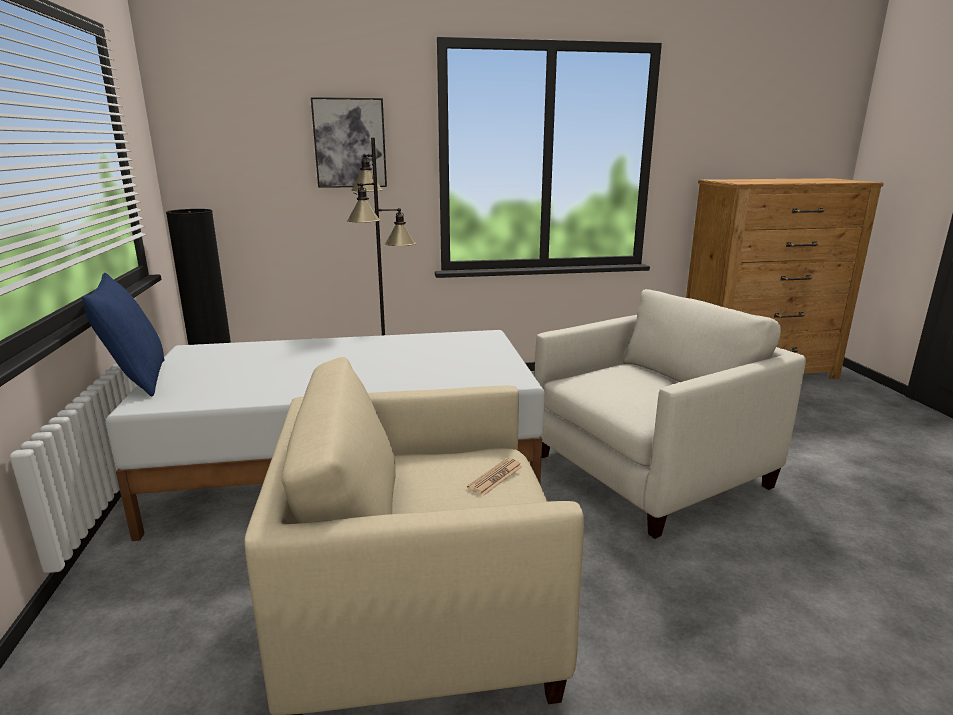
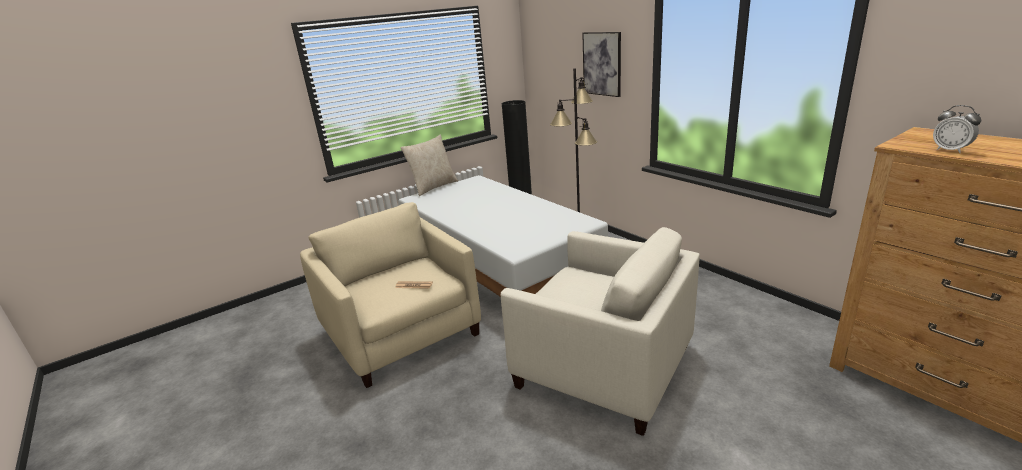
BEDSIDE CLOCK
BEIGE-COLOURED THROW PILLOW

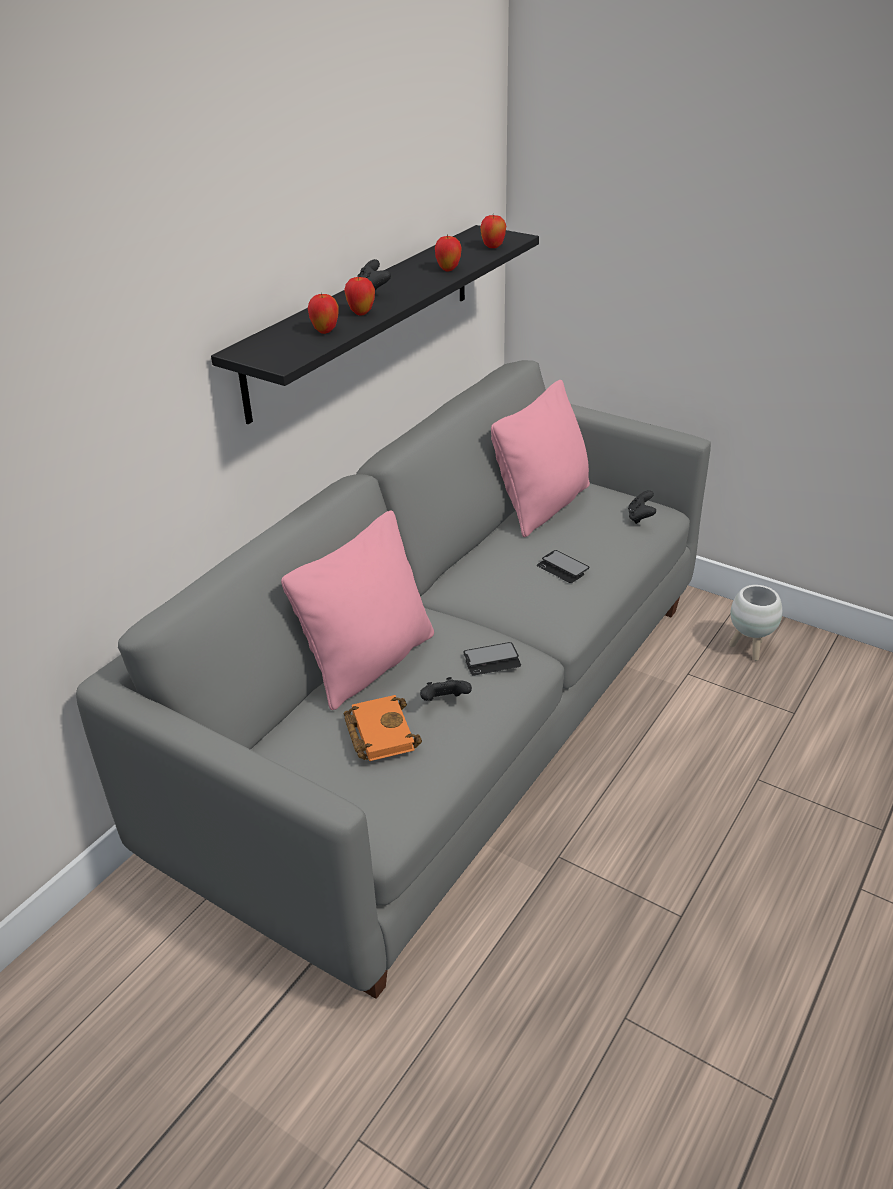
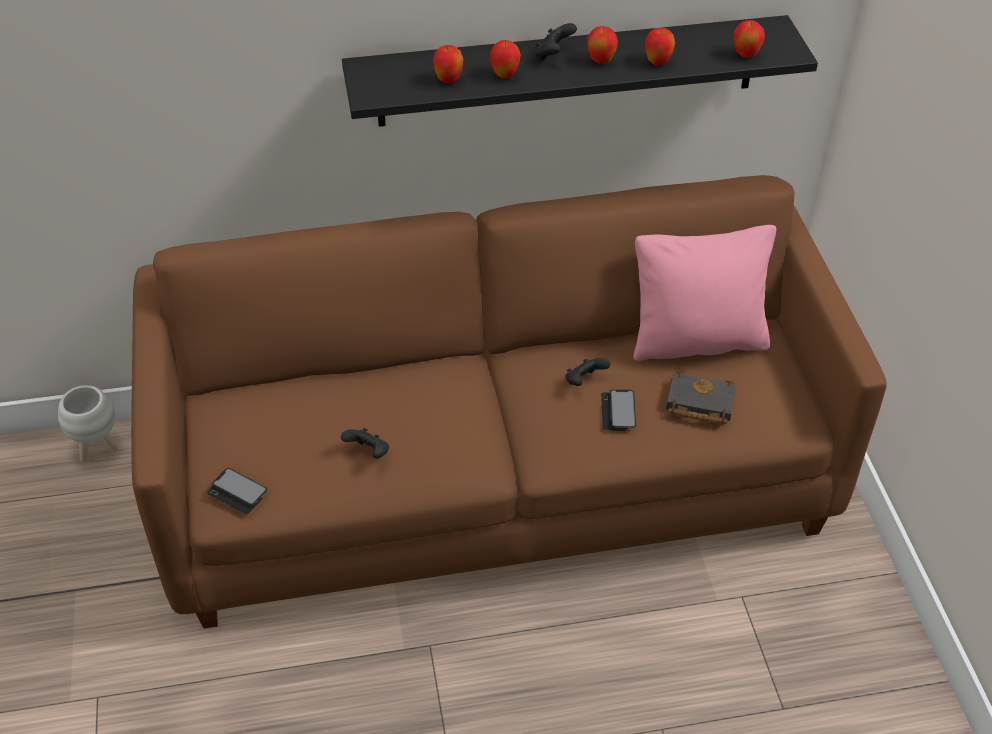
PINK-COLOURED THROW PILLOW (1st from left in the first image)
ORANGE BOUND BOOK
APPLE (3rd from left)
BLACK-COLOURED BOUND BOOK
TELEPHONE (1st from left)
BLACK-COLOURED GAMEPAD (3rd from left)
WHITISH FLOWER POT
BROWN-COLOURED SOFA

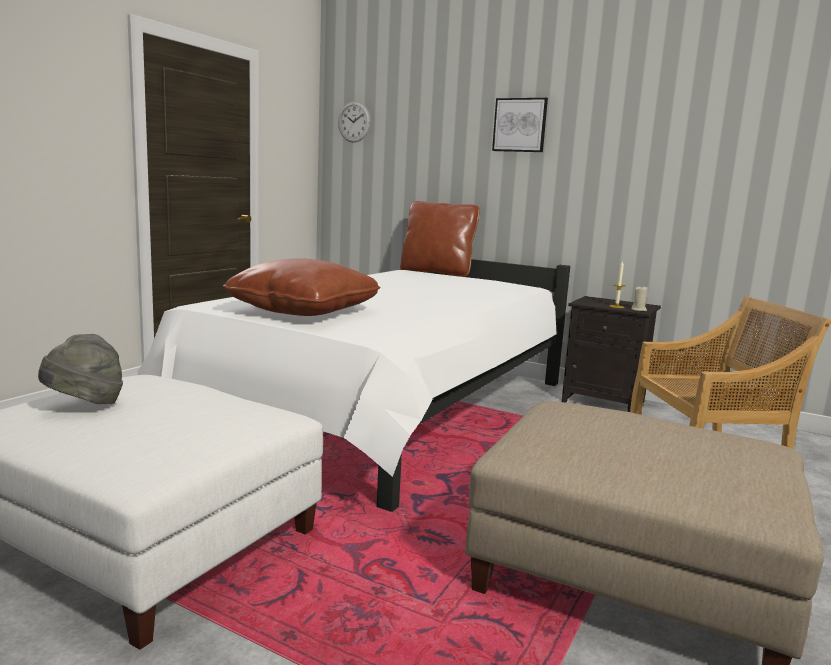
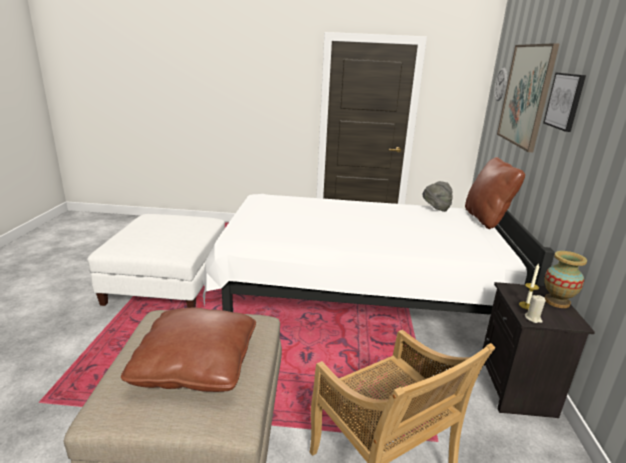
PICTURE (1st from left)
DECORATIVE VASE
GREY CLOTHING HAT
BROWN-COLOURED THROW PILLOW (1st from left)

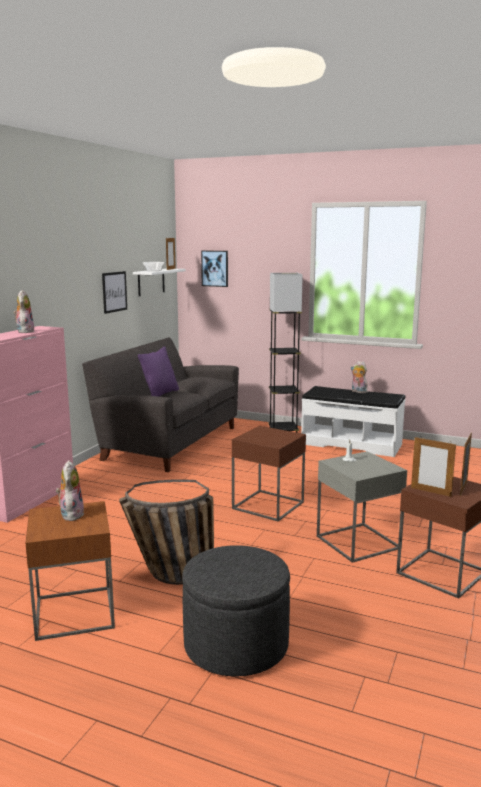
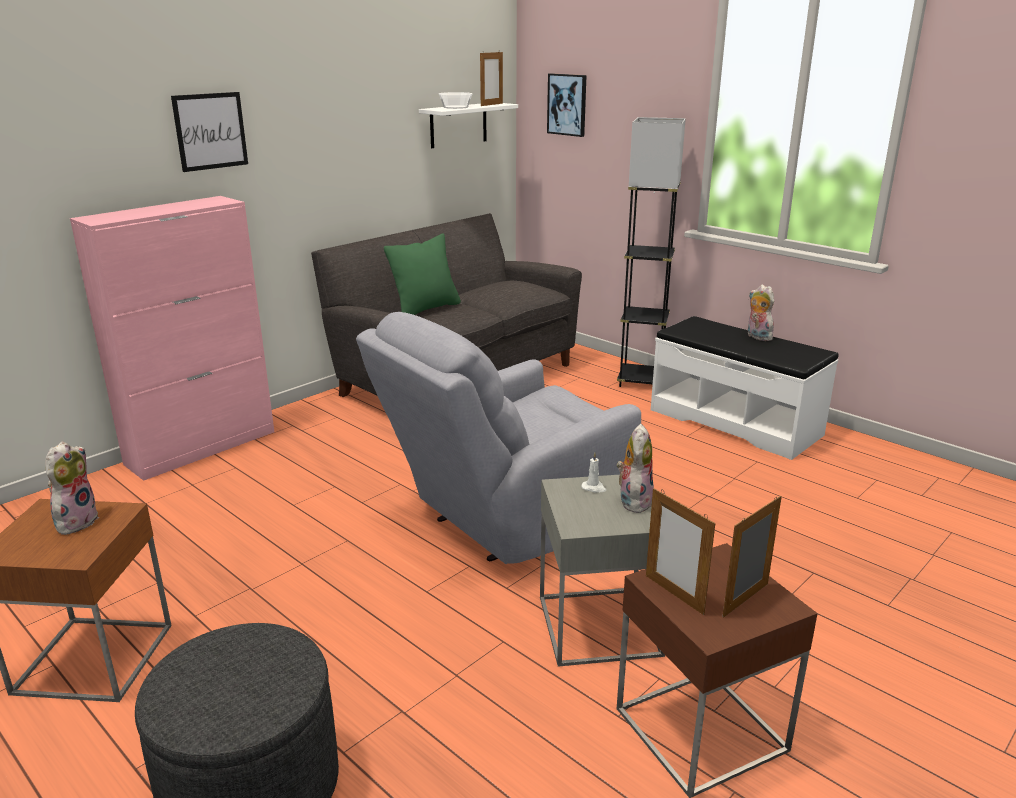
STORAGE BASKET
SOFT TOY (2nd from left)
PICTURE (1st from left)
GREY ARMCHAIR
GREENISH THROW PILLOW

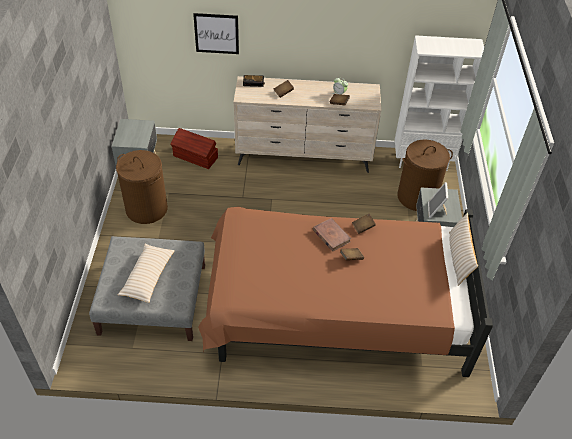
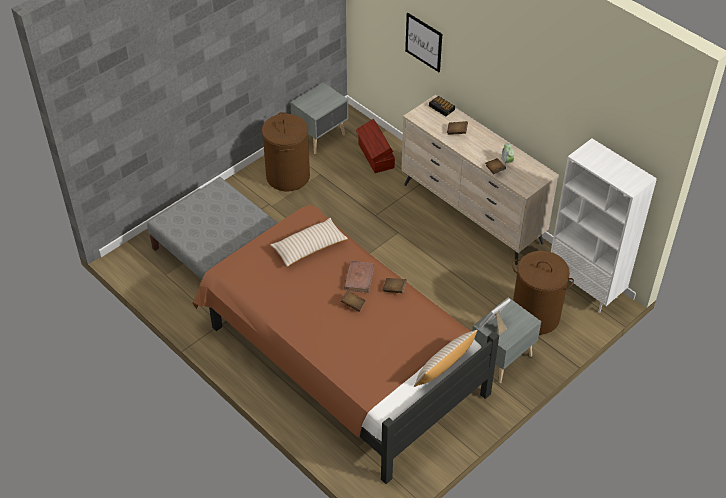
BEIGE-COLOURED THROW PILLOW (1st from left)

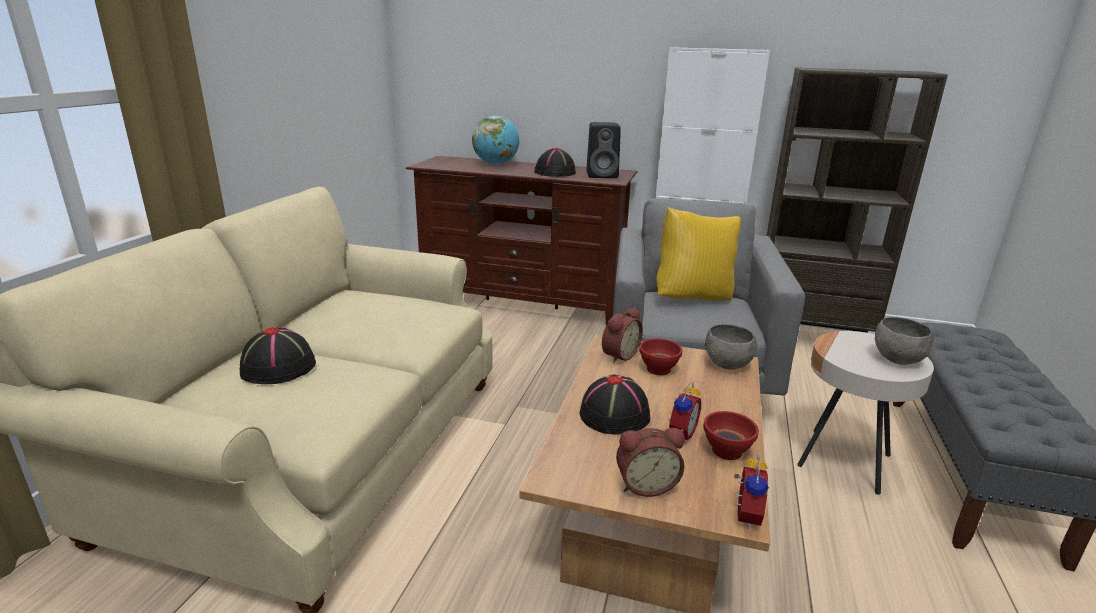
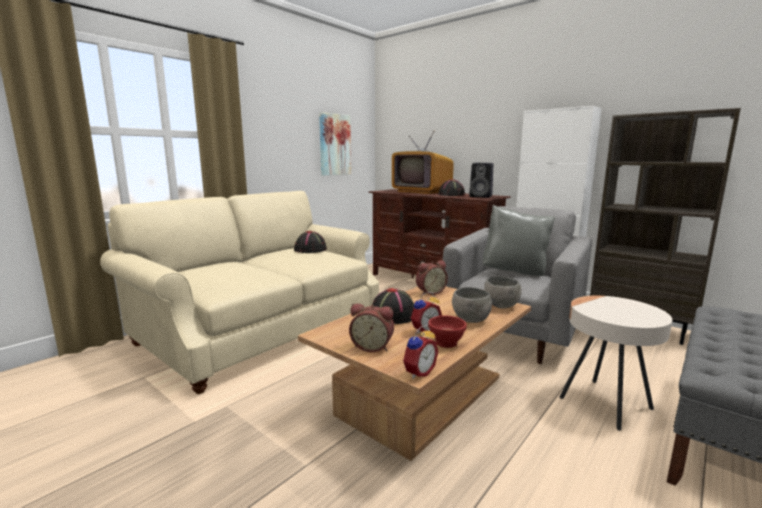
RED-COLOURED DEEP DISH (1st from left in the first image)
PICTURE
BLACK-COLOURED CLOTHING HAT (1st from left)
GREY DEEP DISH (1st from left)
TV SET
GREY THROW PILLOW

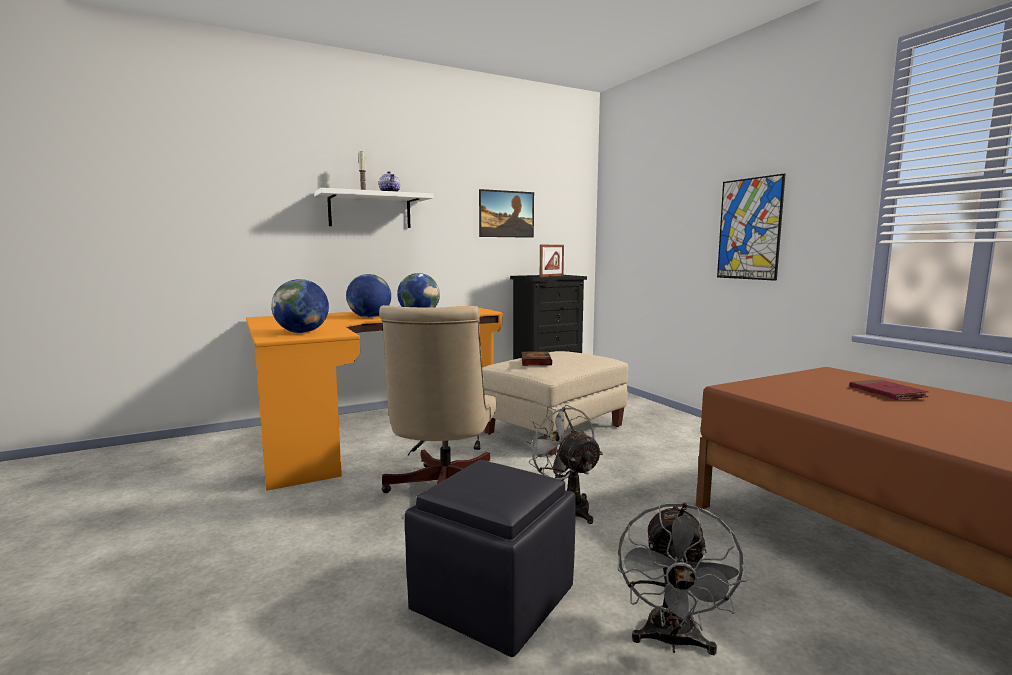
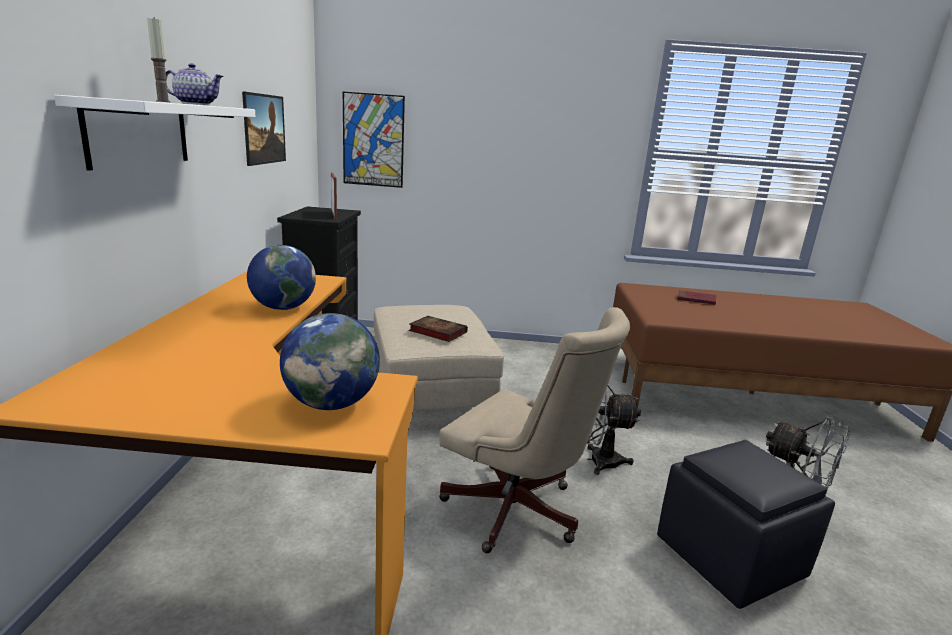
DESK GLOBE (2nd from left in the first image)
PICTURE (2nd from left)

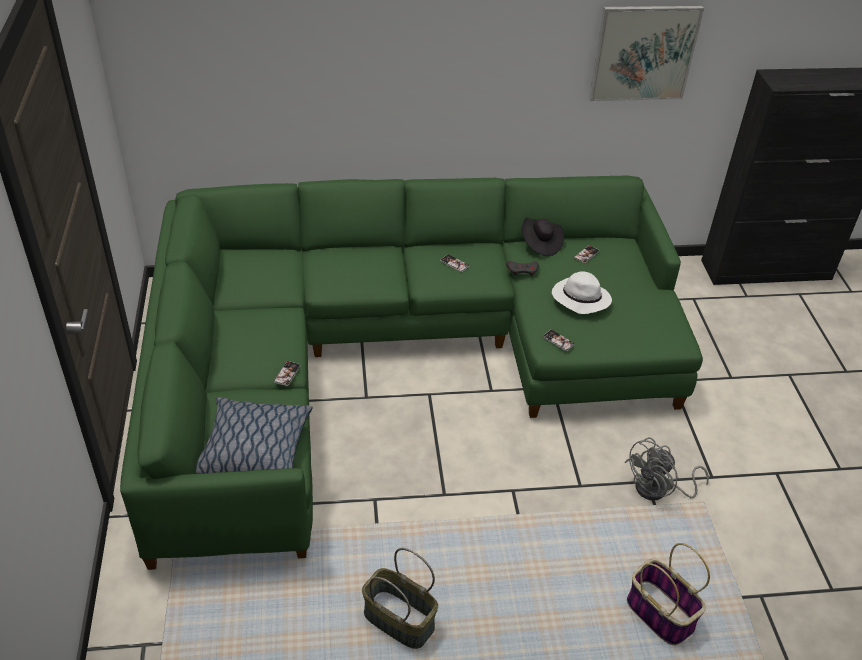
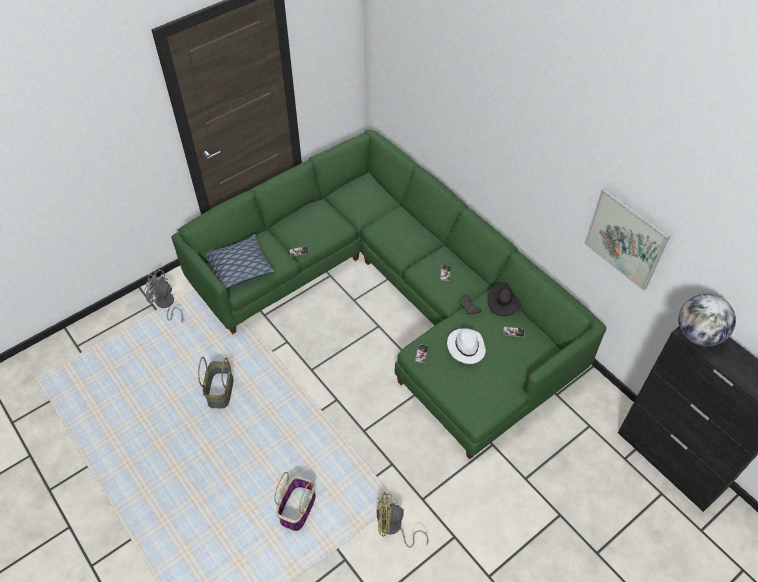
YELLOW FAN
DESK GLOBE
GREY FAN

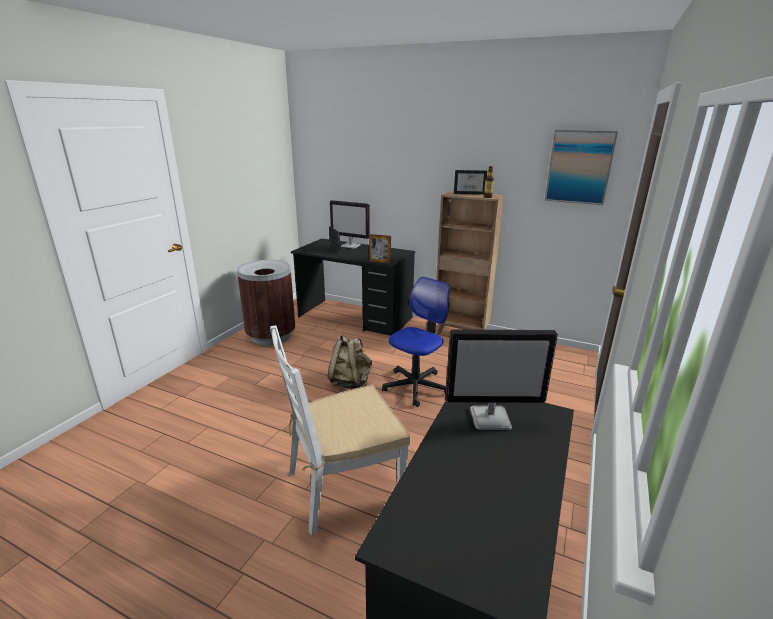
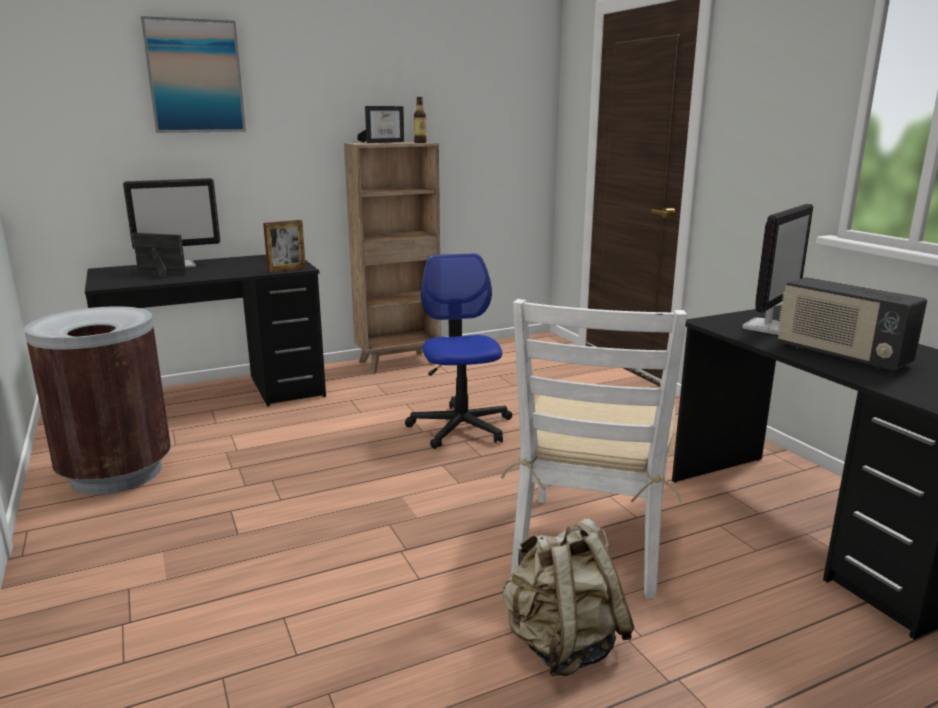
RADIO RECEIVER
BEIGE-COLOURED KNAPSACK
PICTURE

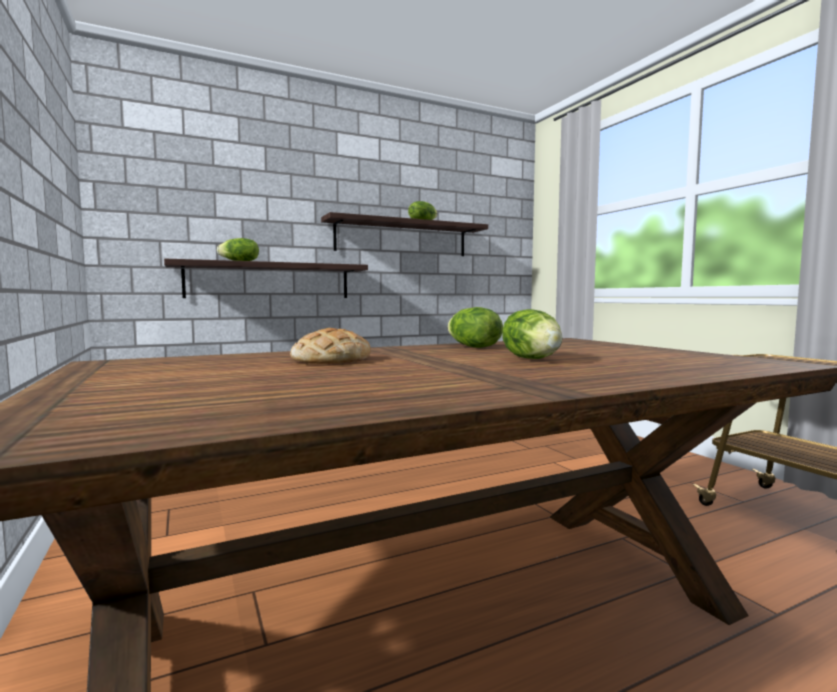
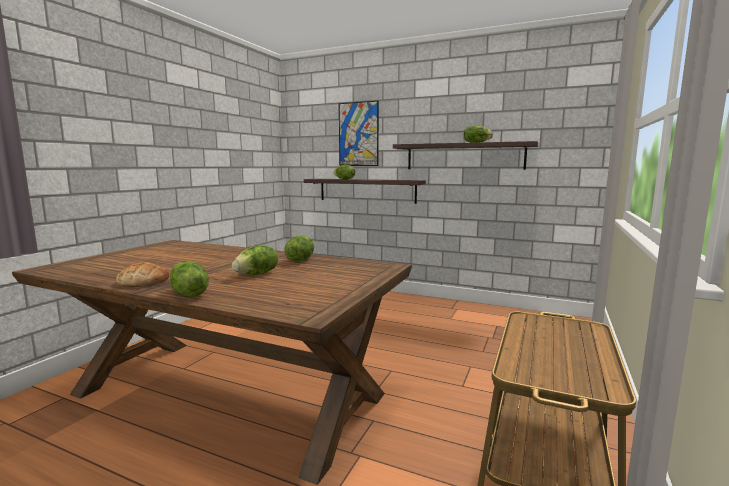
HEAD OF LETTUCE (1st from left)
PICTURE
BAKED BREAD

